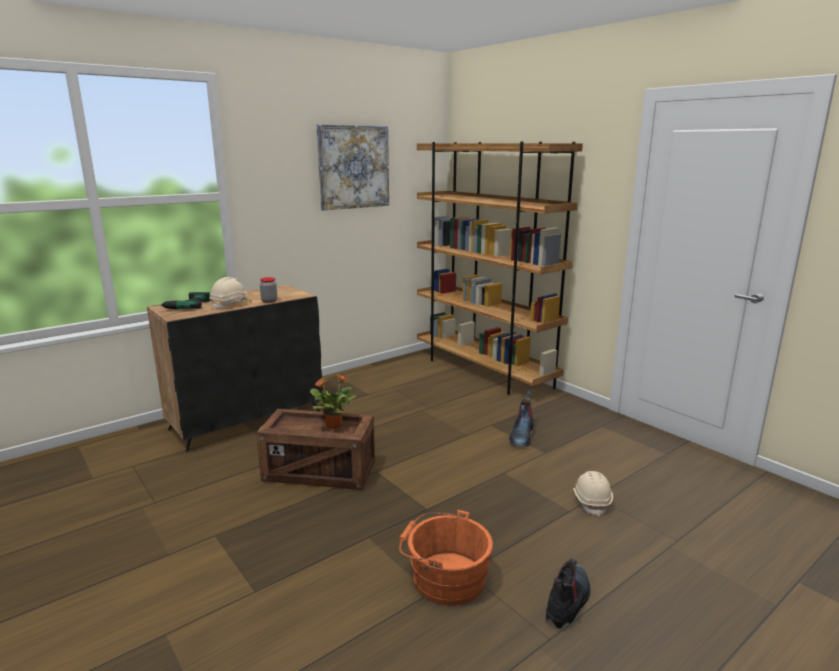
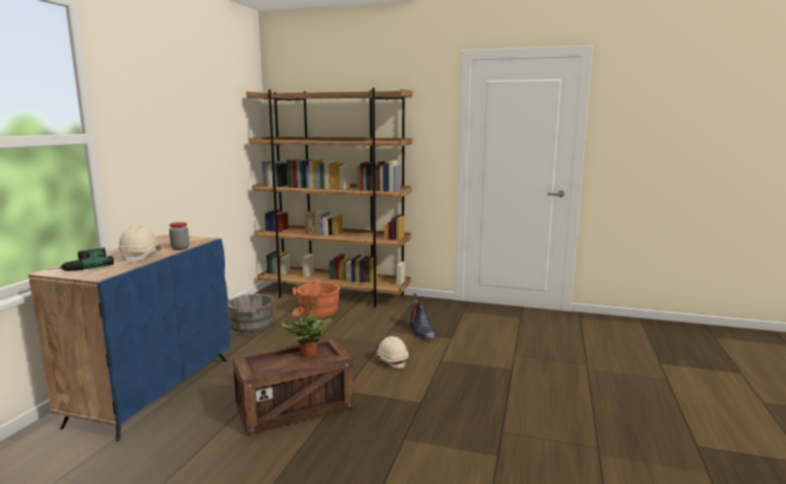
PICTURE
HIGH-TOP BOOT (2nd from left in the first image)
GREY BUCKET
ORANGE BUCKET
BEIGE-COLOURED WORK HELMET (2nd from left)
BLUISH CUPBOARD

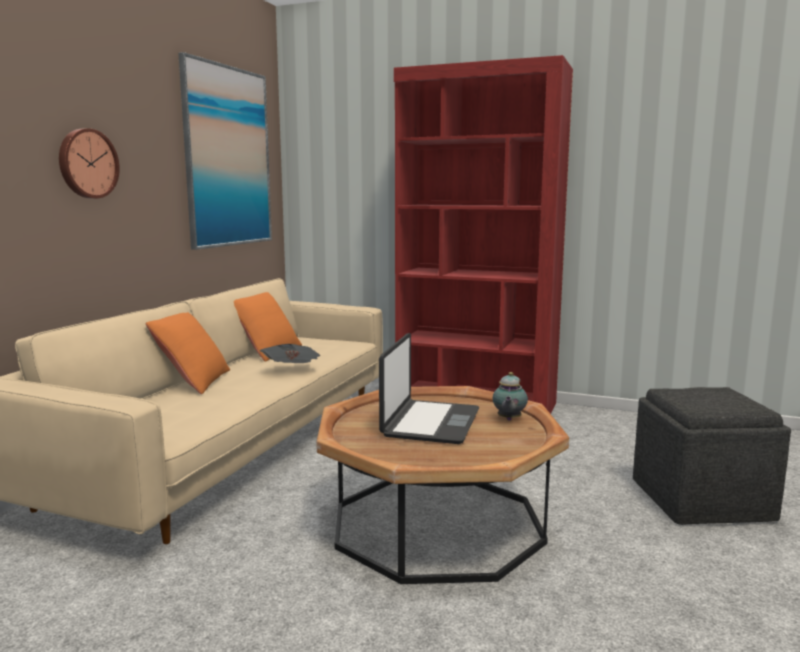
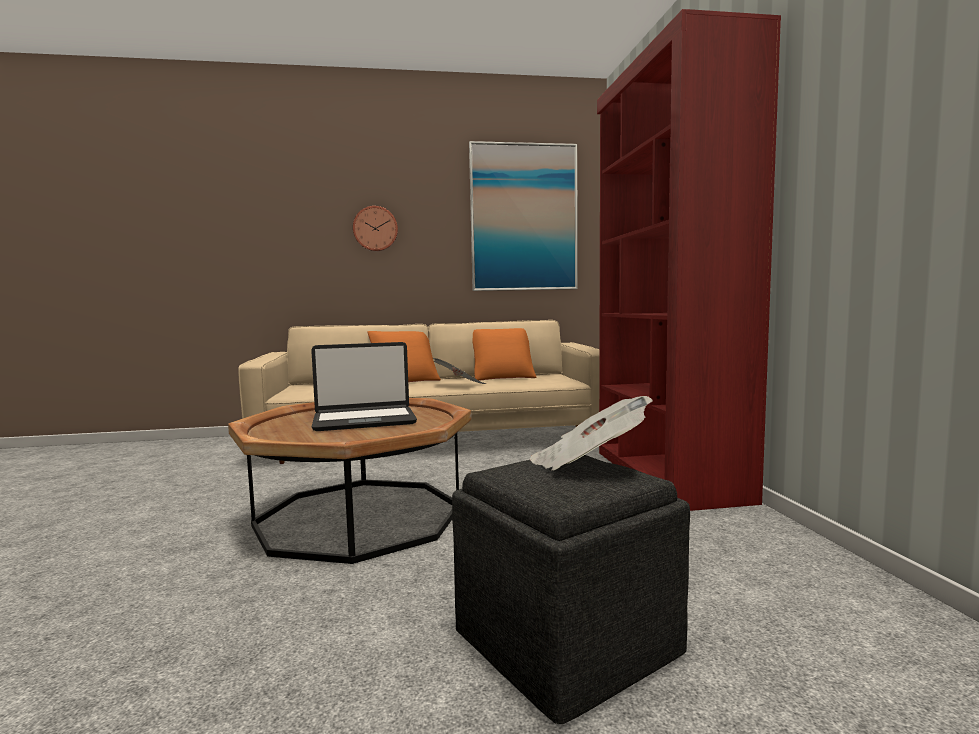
TEAPOT
PRINTED PAPER (2nd from left)

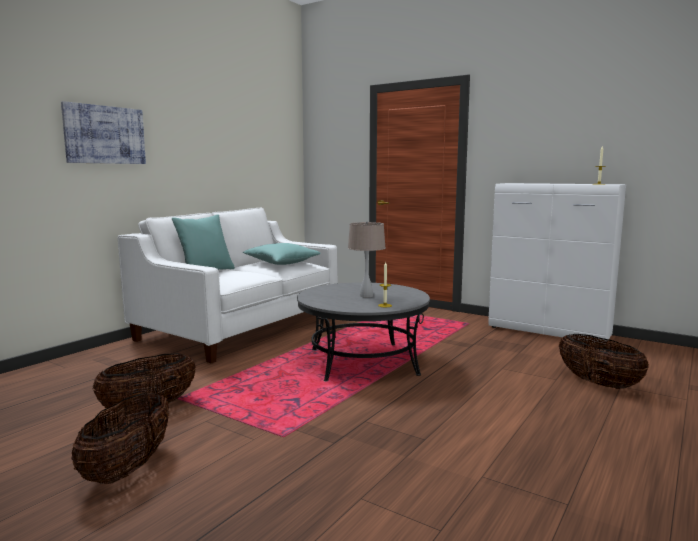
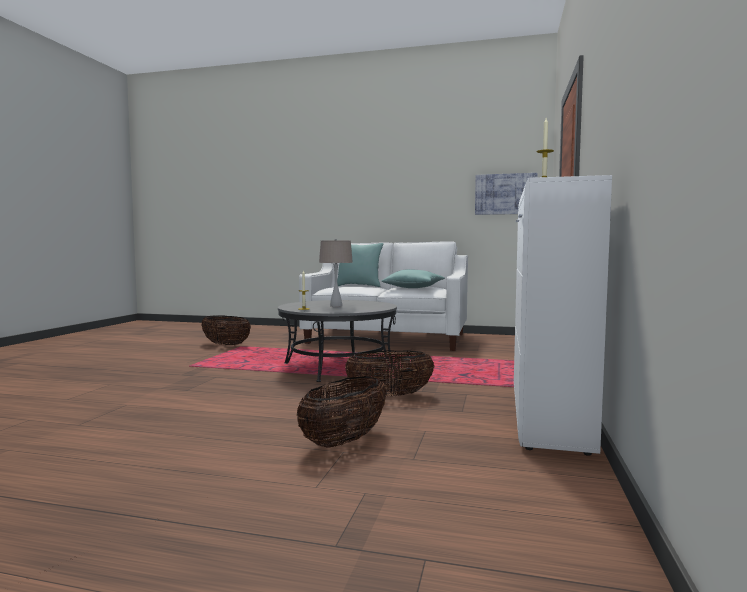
PICTURE
STORAGE BASKET (3rd from left)

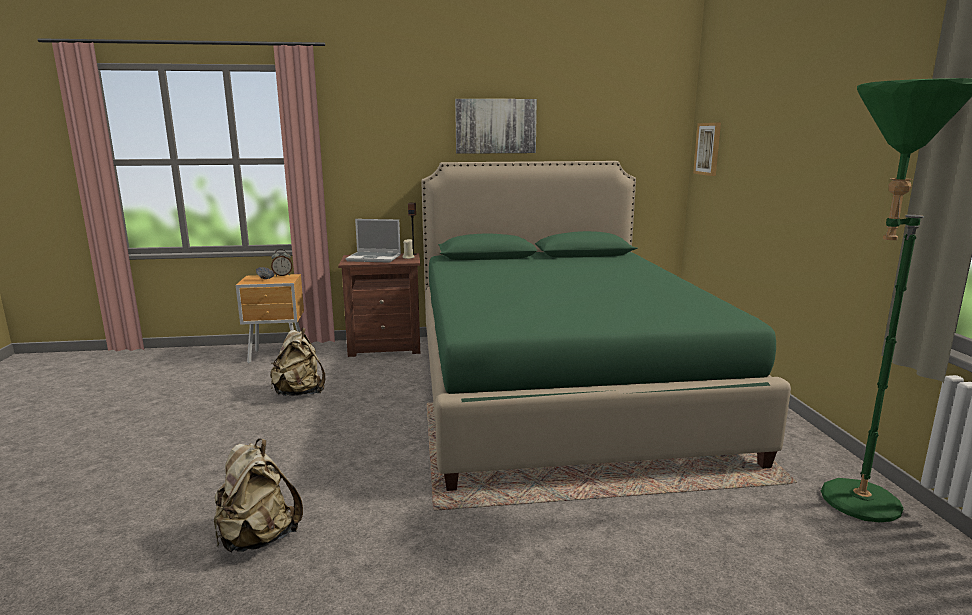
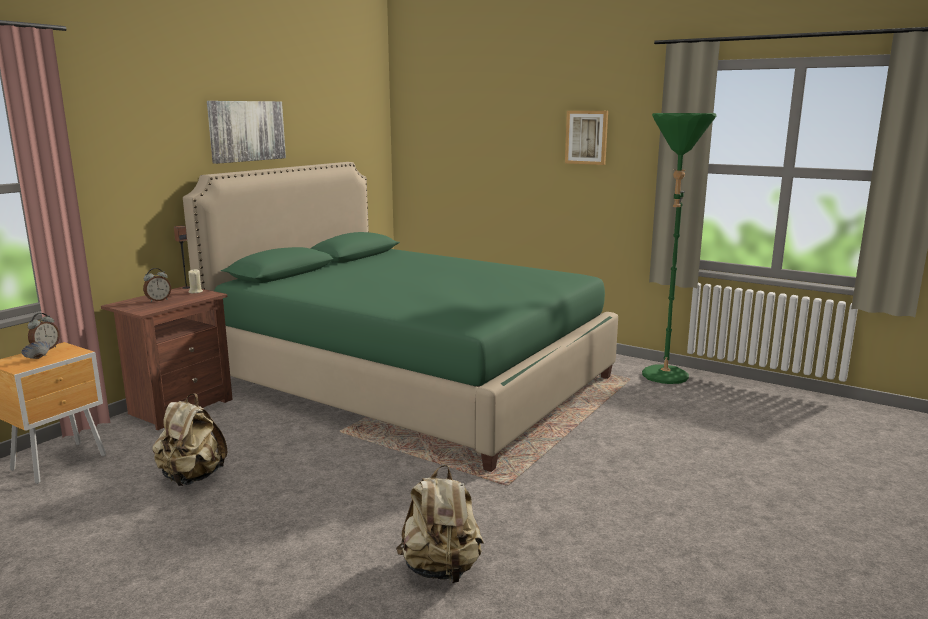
PICTURE (2nd from left)
BEDSIDE CLOCK (2nd from left)

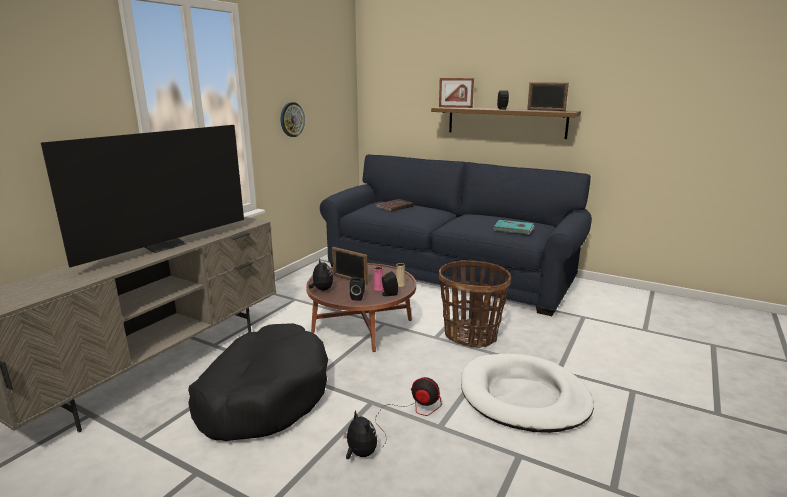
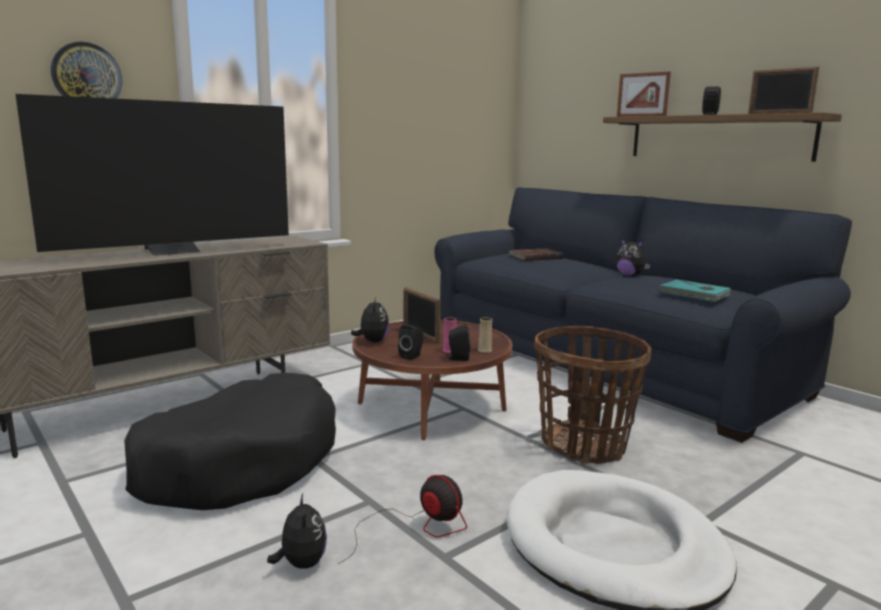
SOFT TOY (3rd from left)
HANGING CLOCK

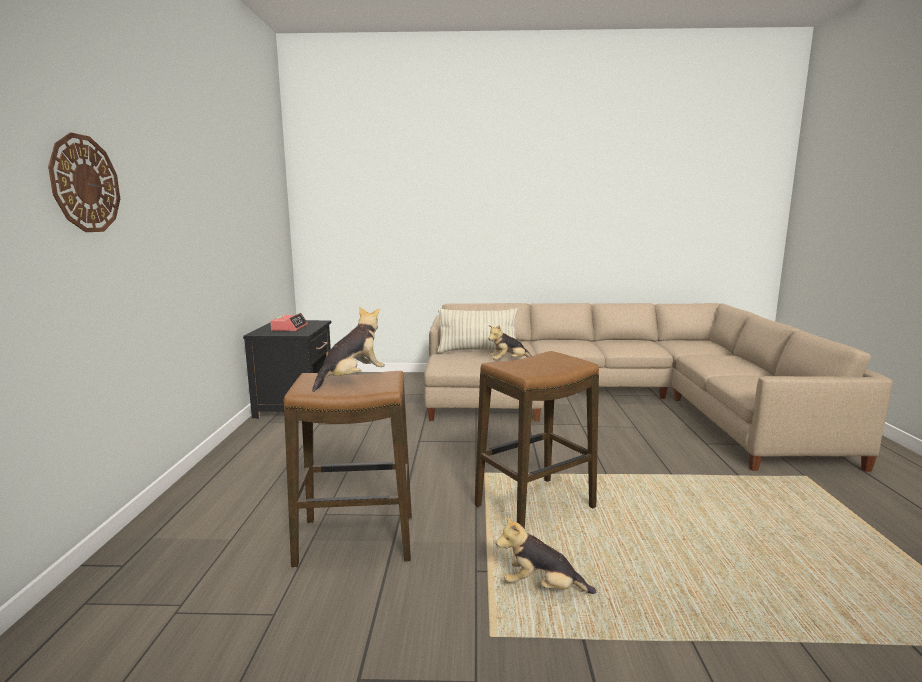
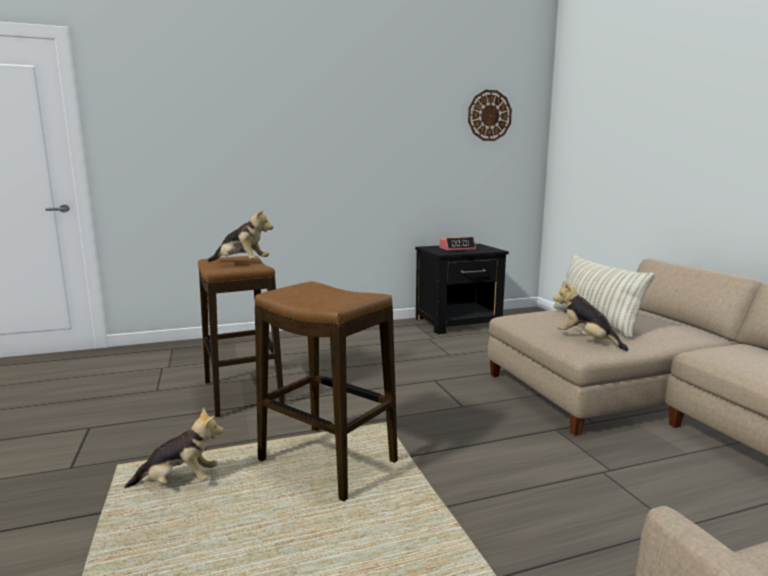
HANGING CLOCK
SOFT TOY (1st from left)

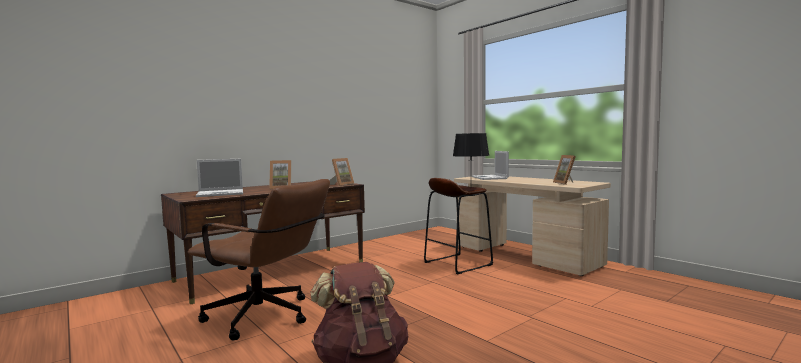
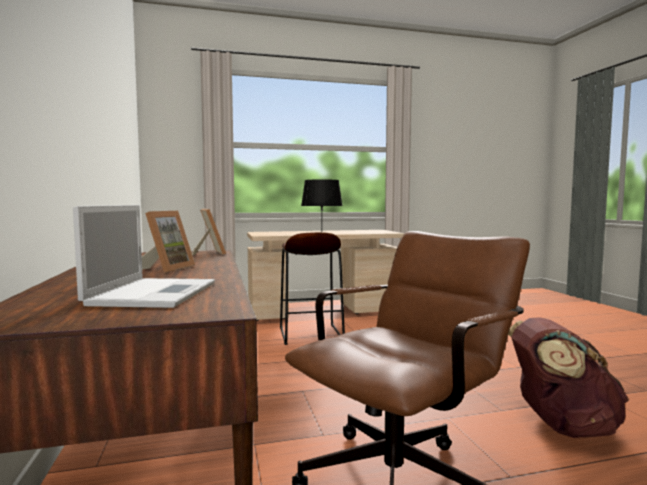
NOTEBOOK COMPUTER (2nd from left in the first image)
PICTURE FRAME (3rd from left in the first image)

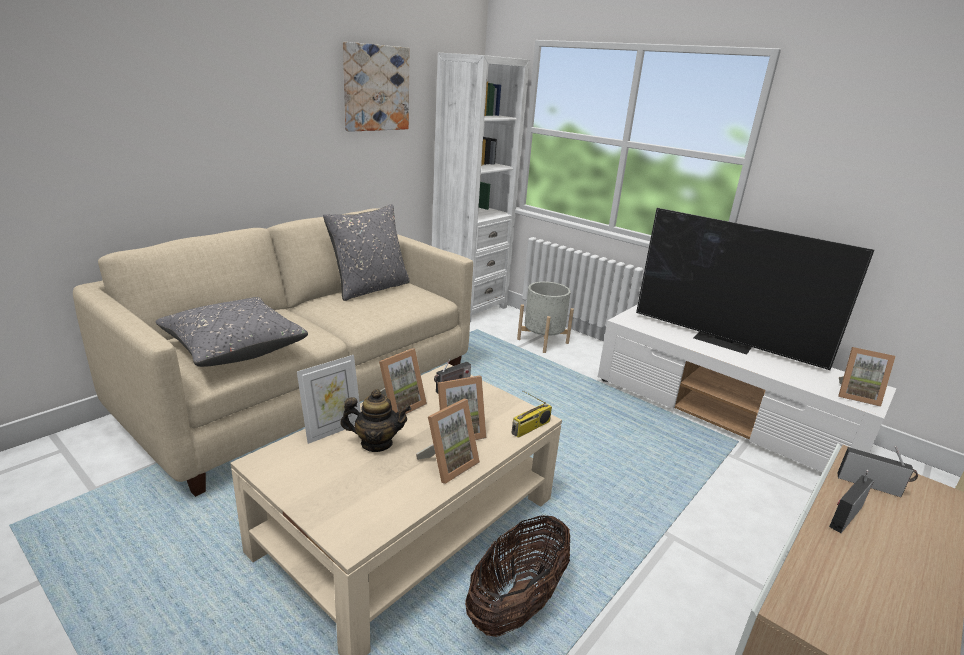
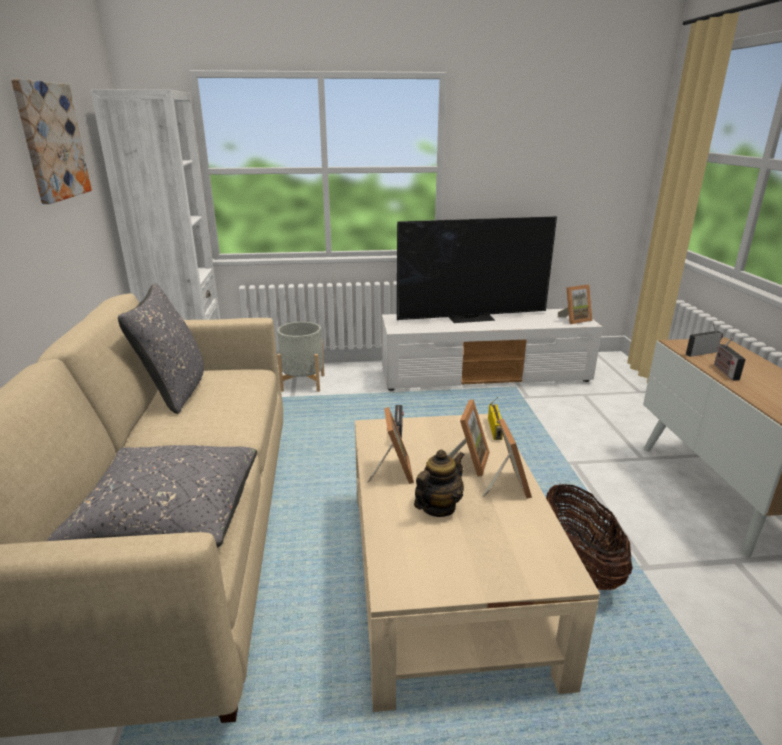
PICTURE FRAME (1st from left in the first image)

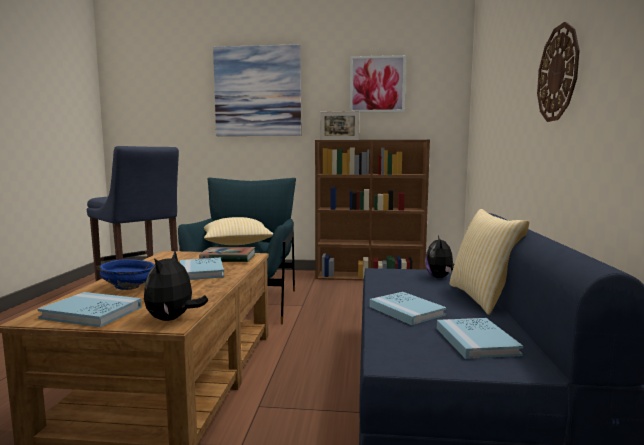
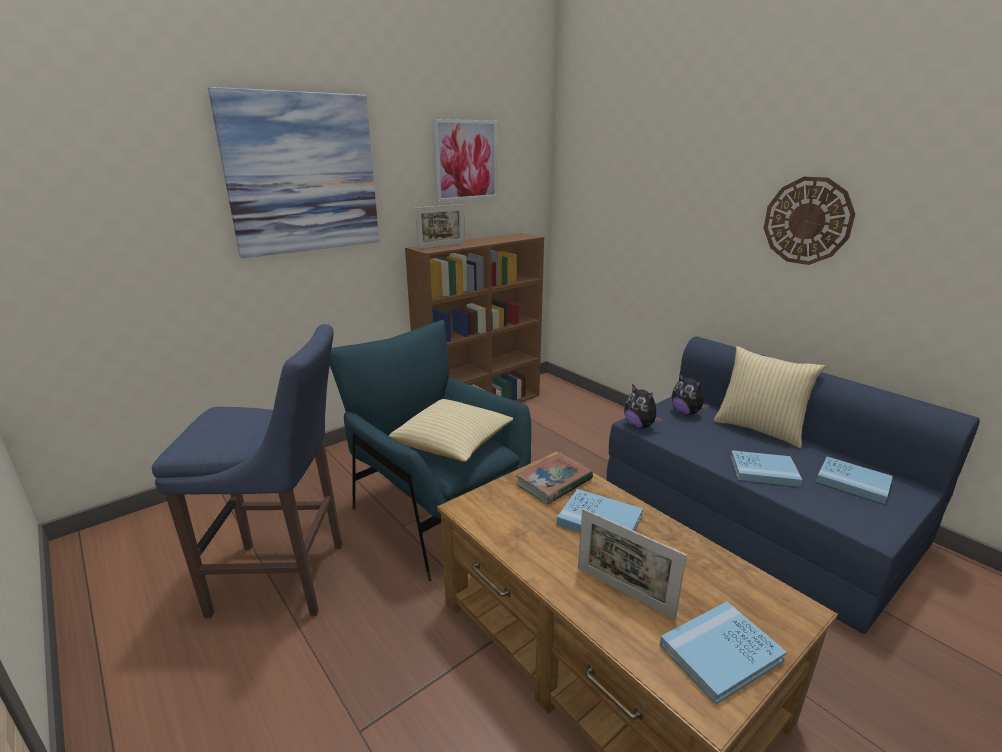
SOFT TOY (1st from left)
PICTURE FRAME (2nd from left)

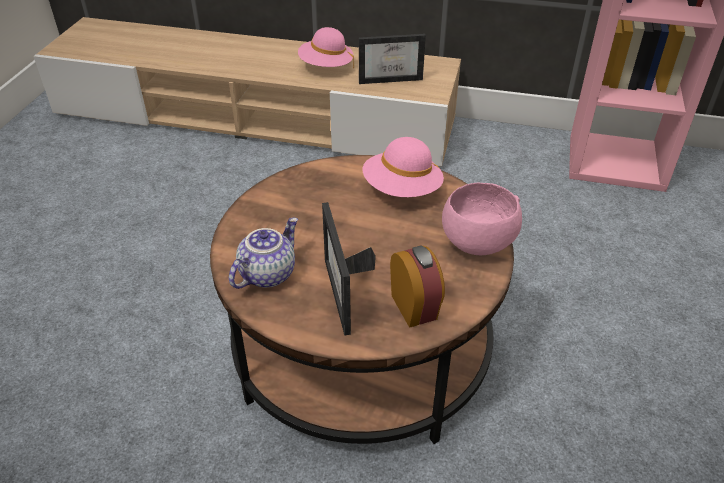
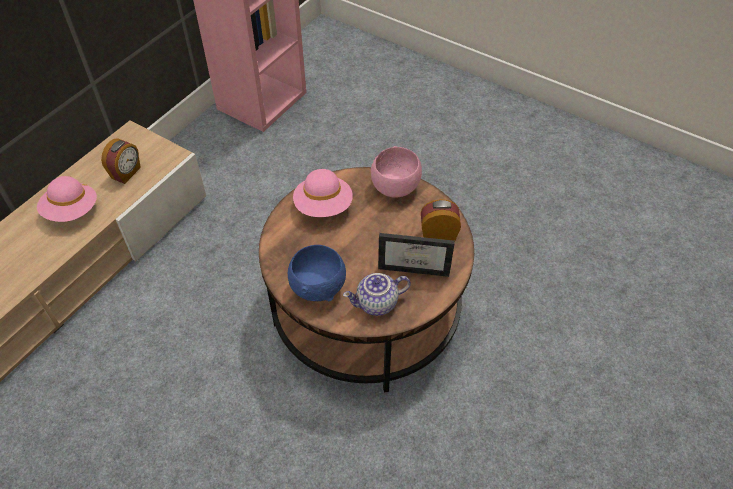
BLUISH DEEP DISH
BEDSIDE CLOCK (1st from left)
TEAPOT

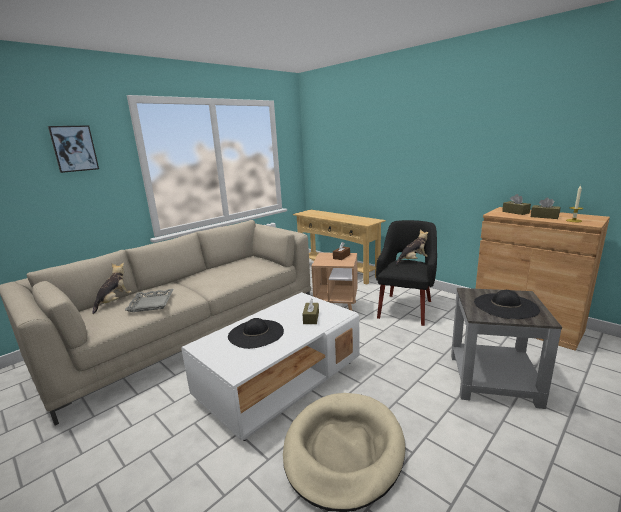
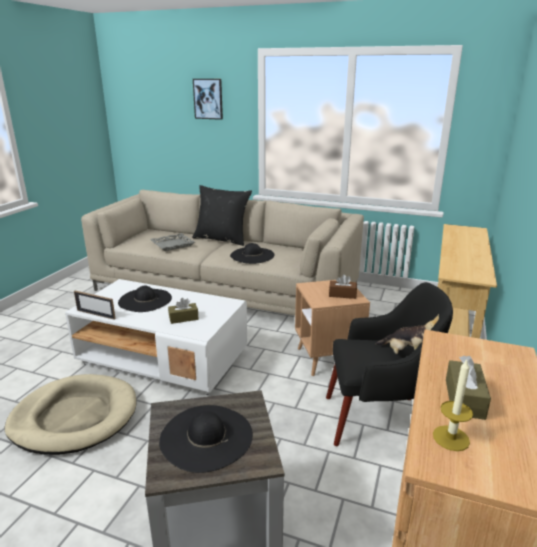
SOFT TOY (1st from left in the first image)
BROWN-COLOURED BOX OF TISSUES (3rd from left in the first image)
PICTURE FRAME
BLACK-COLOURED THROW PILLOW
BLACK-COLOURED CLOTHING HAT (3rd from left)

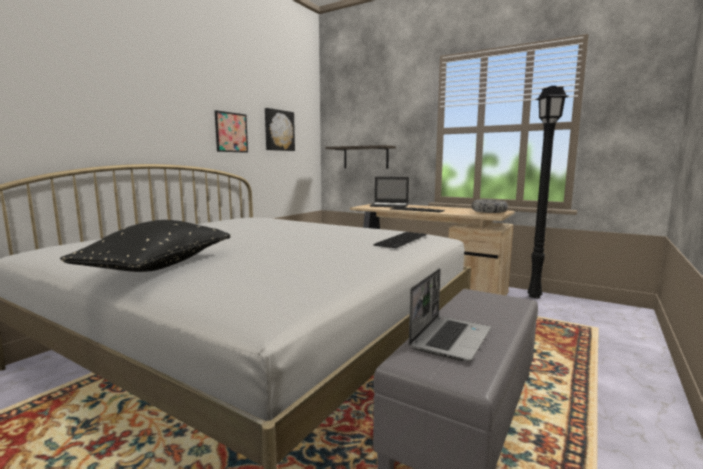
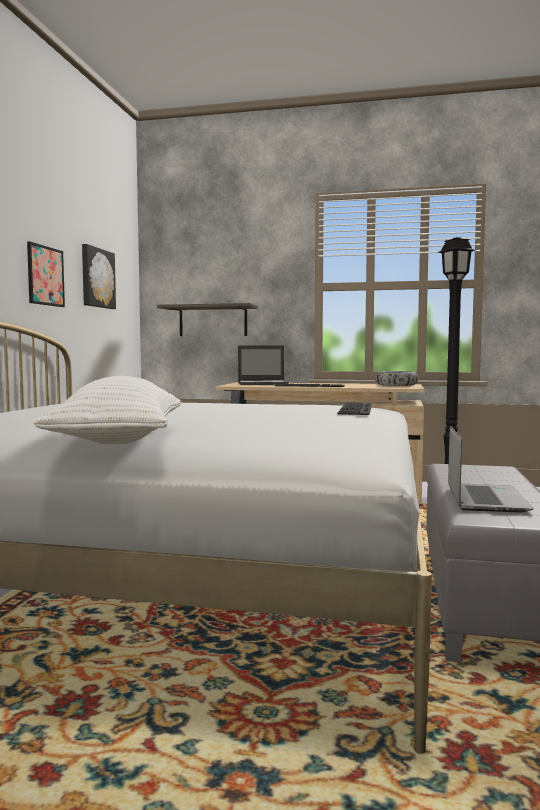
WHITISH THROW PILLOW

